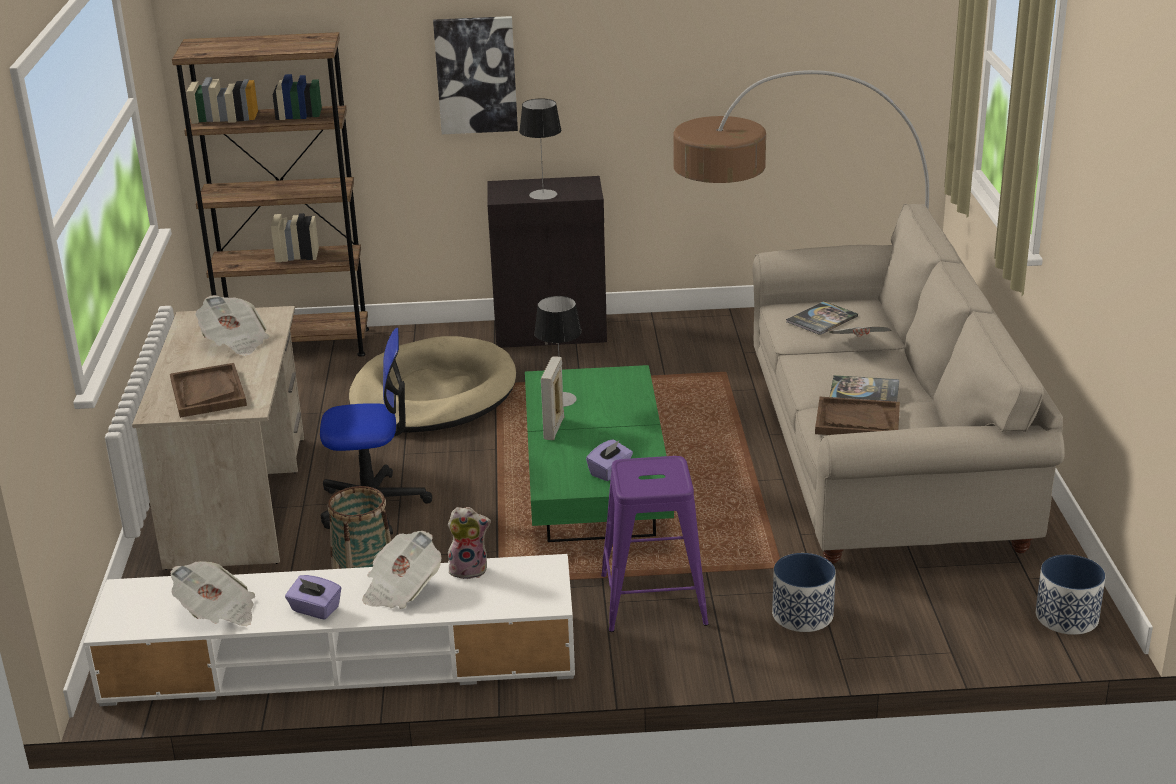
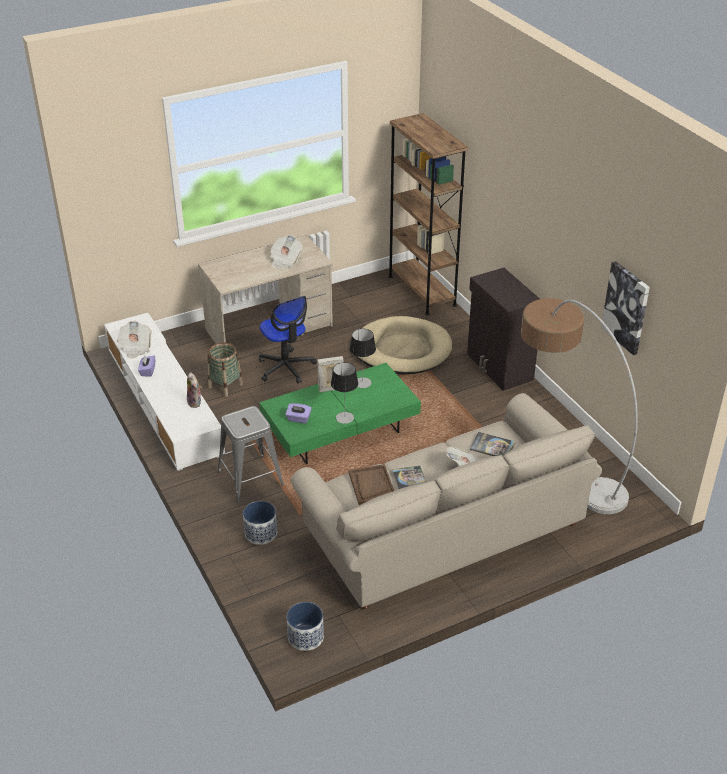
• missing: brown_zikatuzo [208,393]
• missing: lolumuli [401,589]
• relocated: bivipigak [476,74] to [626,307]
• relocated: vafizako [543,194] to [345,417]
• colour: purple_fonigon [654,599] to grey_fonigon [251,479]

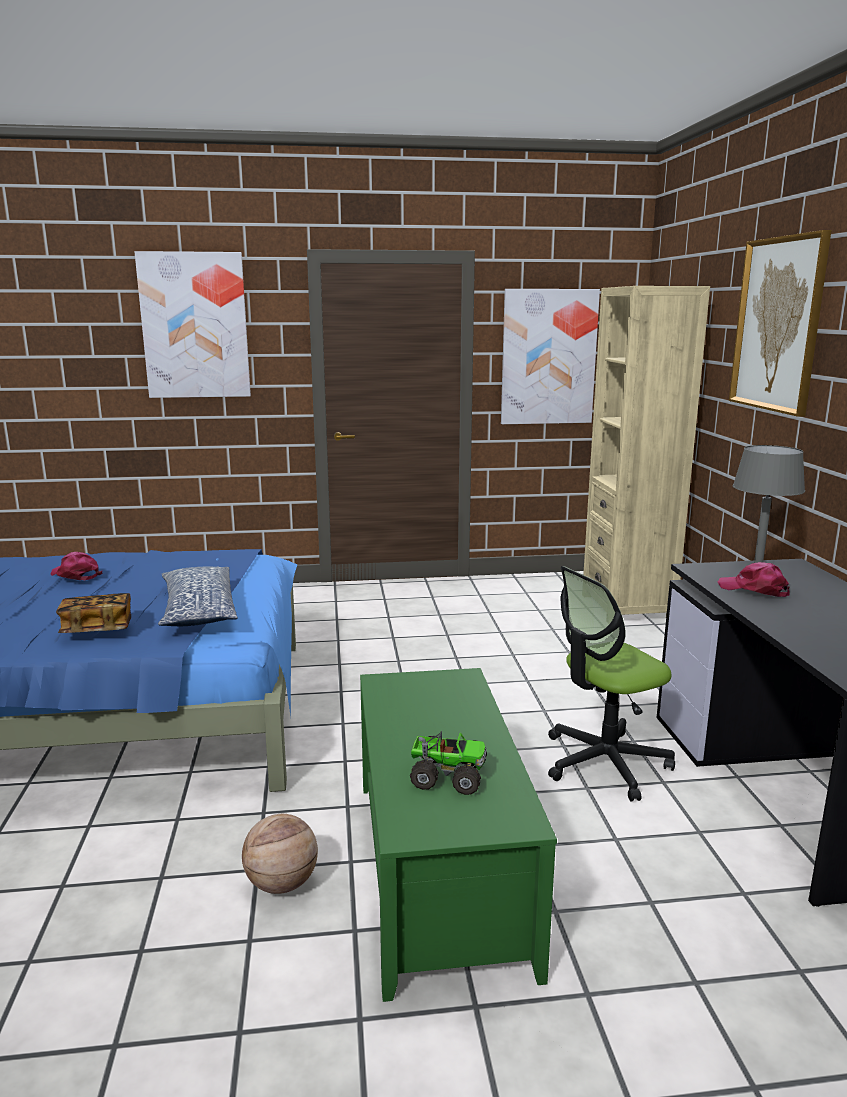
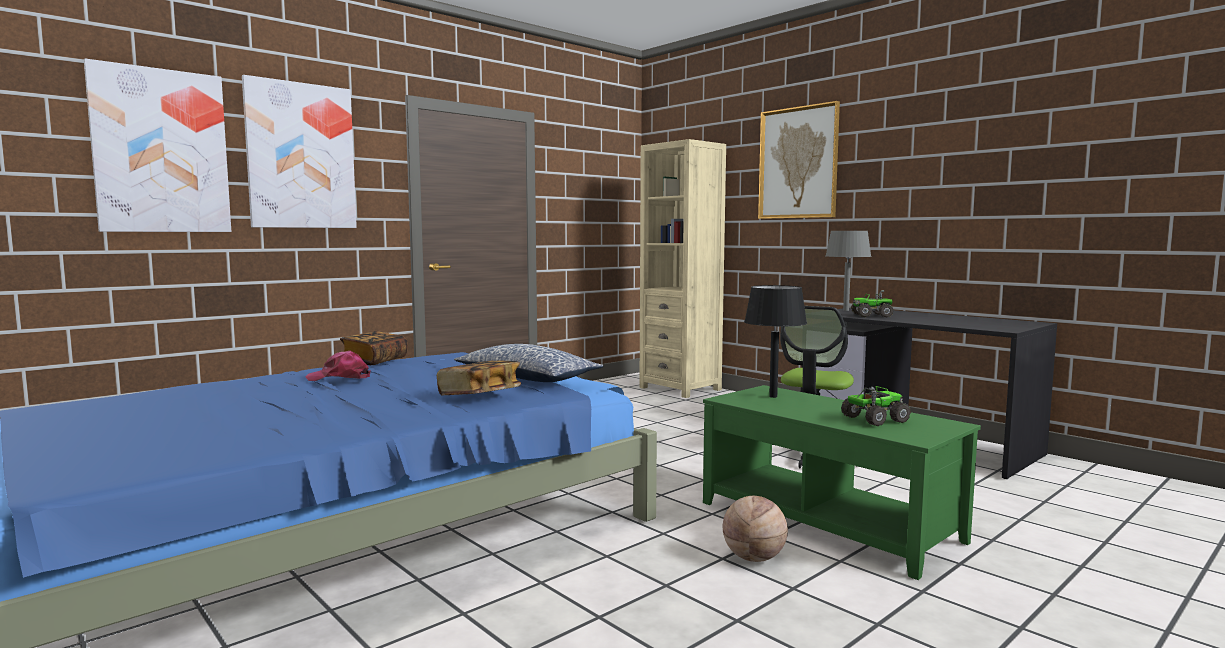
• relocated: bivipigak [548,357] to [161,151]
• exchanged: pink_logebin [754,589] to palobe [872,315]
• appeared: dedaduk [374,360]
• appeared: black_vafizako [773,396]

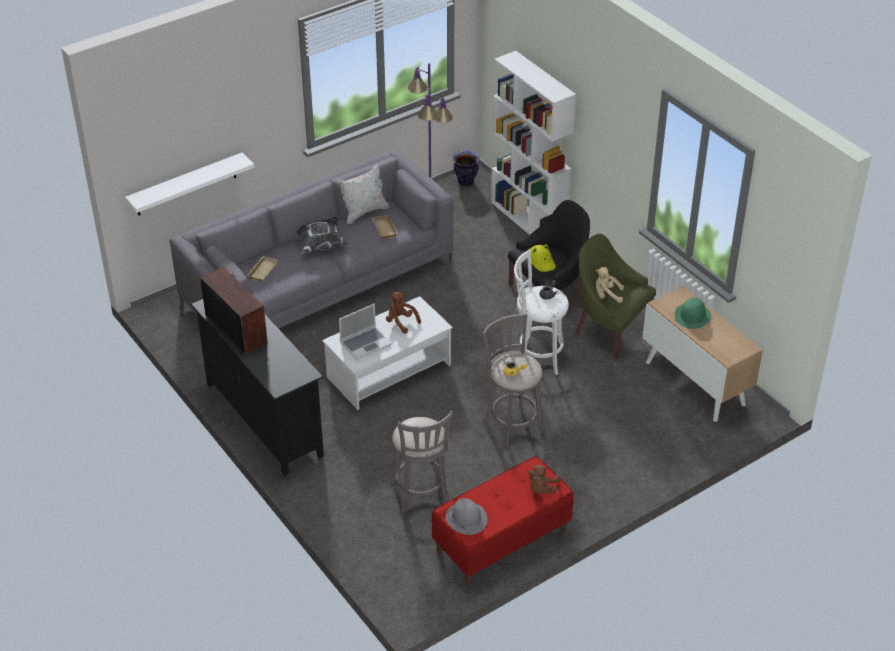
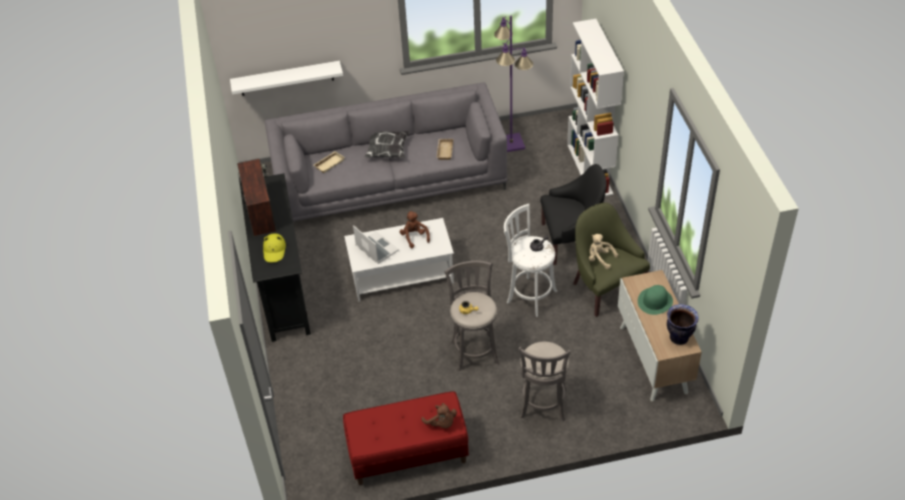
• missing: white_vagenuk [364,212]
• spun: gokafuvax [365,343] = [376,248] 120 degrees counterclockwise
• relocated: grey_fonigon [421,494] to [543,406]
• missing: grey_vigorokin [466,518]
• relocated: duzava [466,182] to [679,338]
• spun: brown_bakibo [541,489] = [441,423] 90 degrees counterclockwise
• relocated: yellow_vigorokin [542,261] to [274,250]

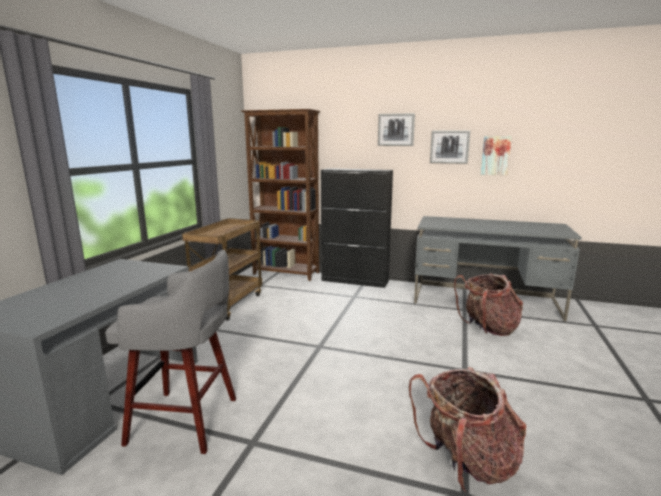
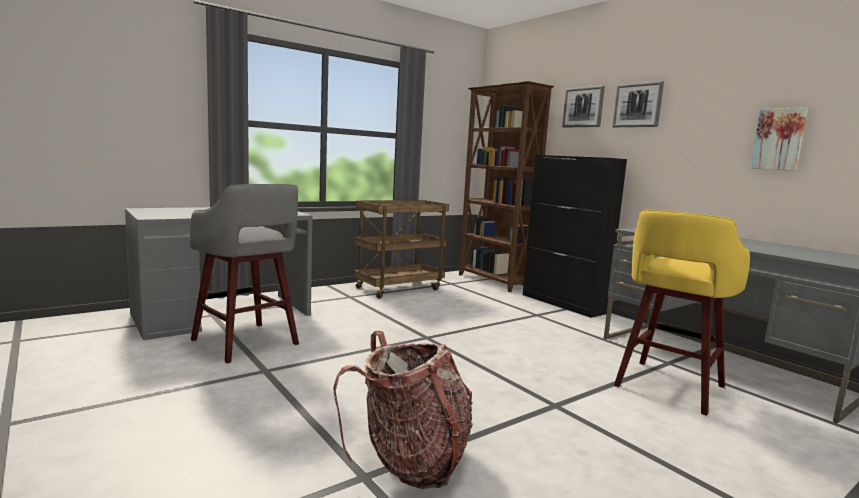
• relocated: bivipigak [449,147] to [583,107]
• exchanged: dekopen [487,328] to yellow_fonigon [668,387]

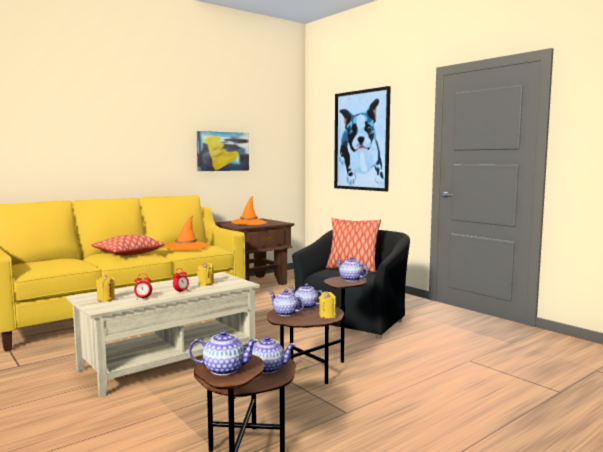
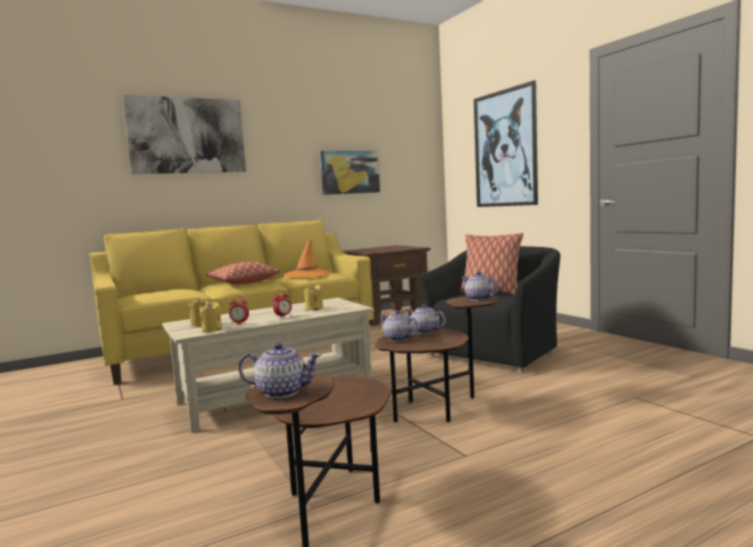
• missing: orange_vigorokin [249,223]
• missing: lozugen [267,368]
• relocated: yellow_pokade [327,316] to [212,329]
• appeared: bivipigak [187,135]

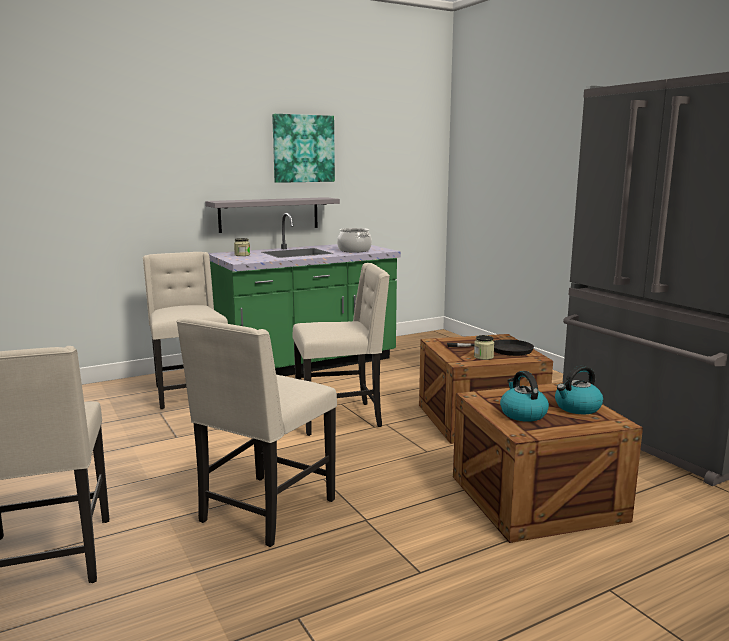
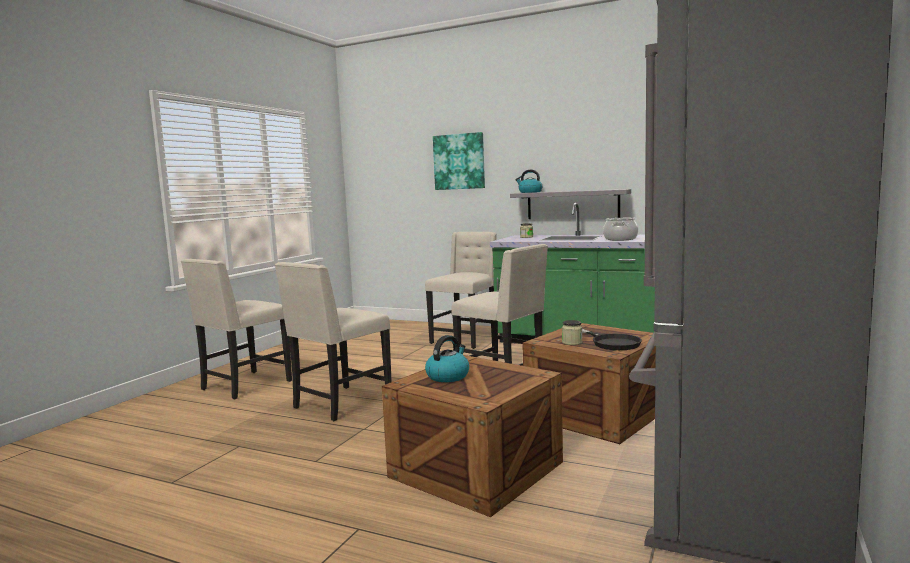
• spun: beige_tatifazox [265,511] = [340,404] 45 degrees counterclockwise
• relocated: bivipigak [303,148] to [459,161]
• relocated: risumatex [577,408] to [529,192]

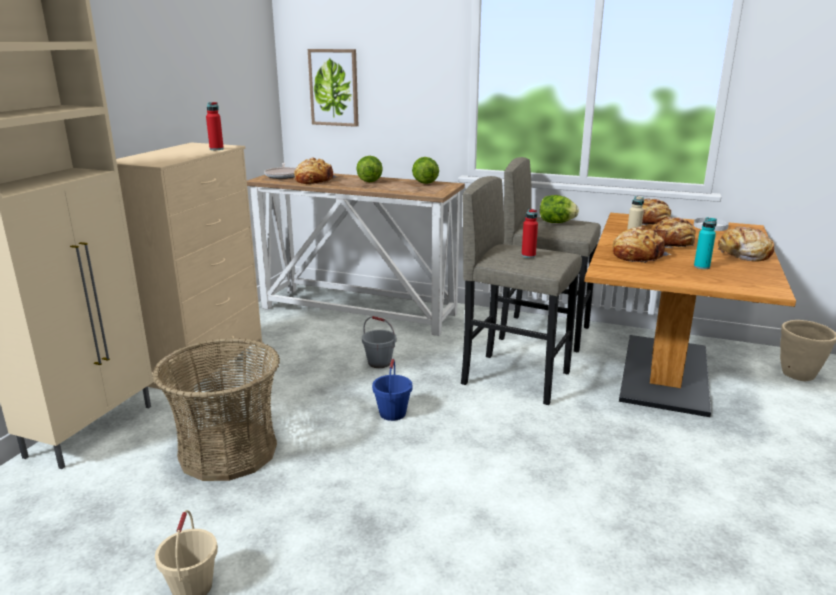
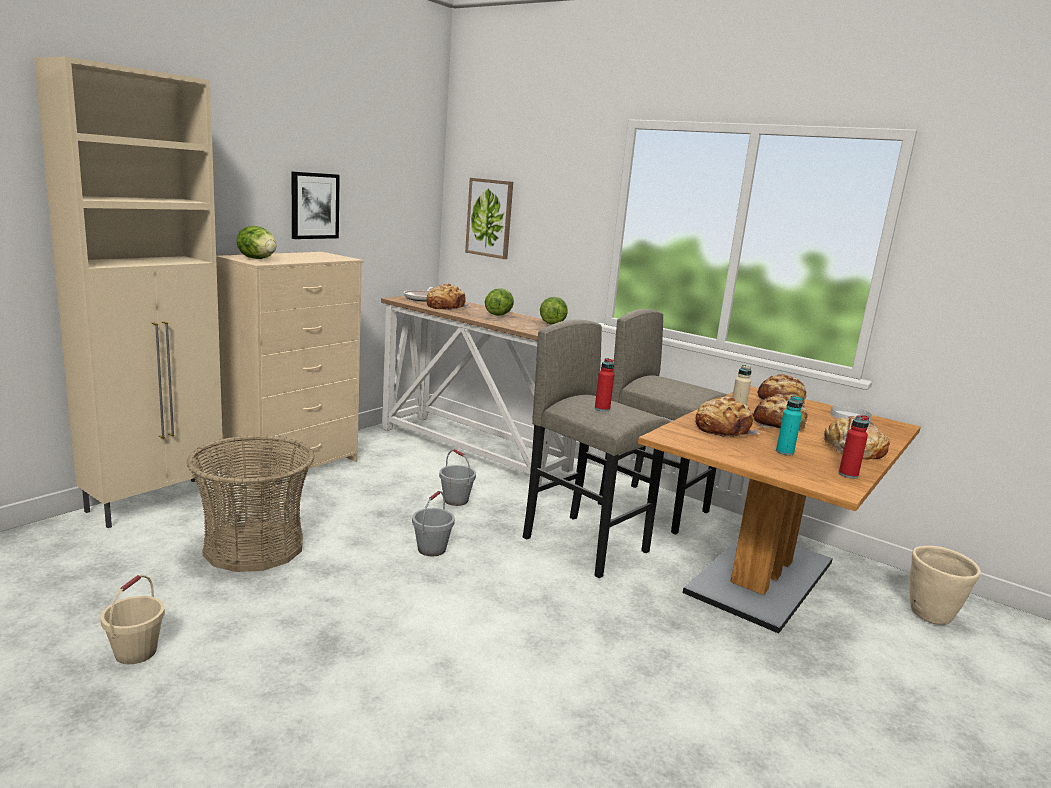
• relocated: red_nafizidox [216,149] to [848,475]
• colour: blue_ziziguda [392,413] to grey_ziziguda [431,549]
• relocated: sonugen [556,222] to [257,259]
• appeared: bivipigak [314,205]

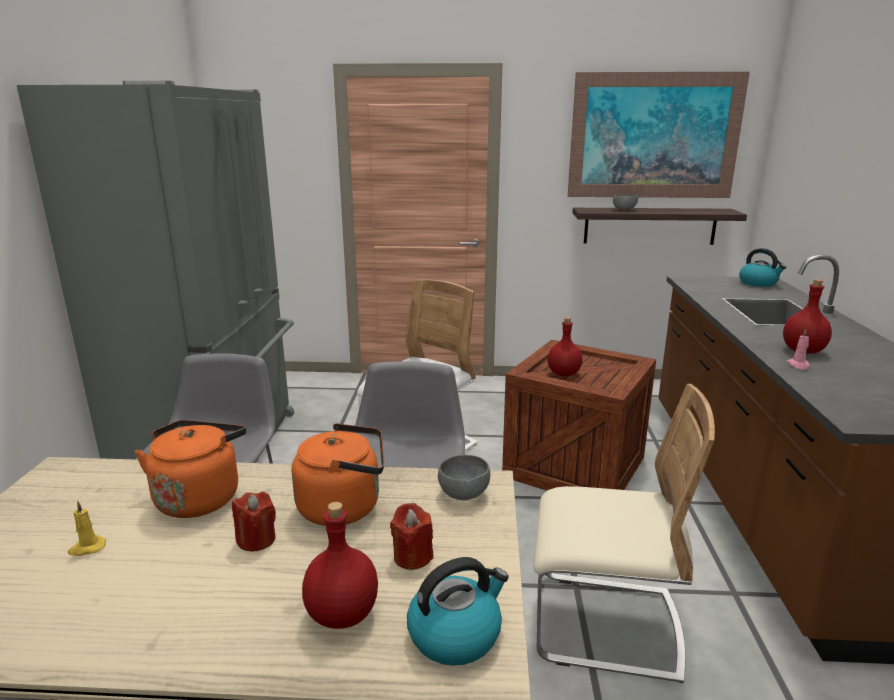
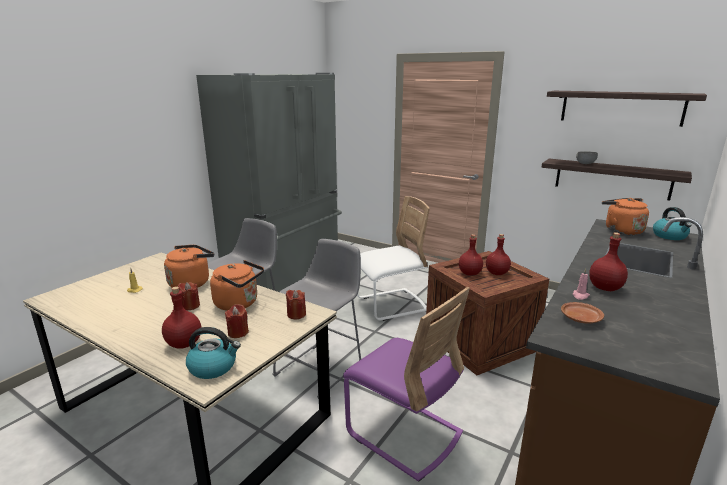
• exchanged: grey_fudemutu [463,494] to red_pokade [296,314]
• colour: beige_tatifazox [605,625] to purple_tatifazox [404,433]
• exchanged: bivipigak [654,136] to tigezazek [621,107]
• appeared: red_nafizidox [497,273]
• appeared: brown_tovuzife [580,318]
• appeared: orange_risumatex [621,230]

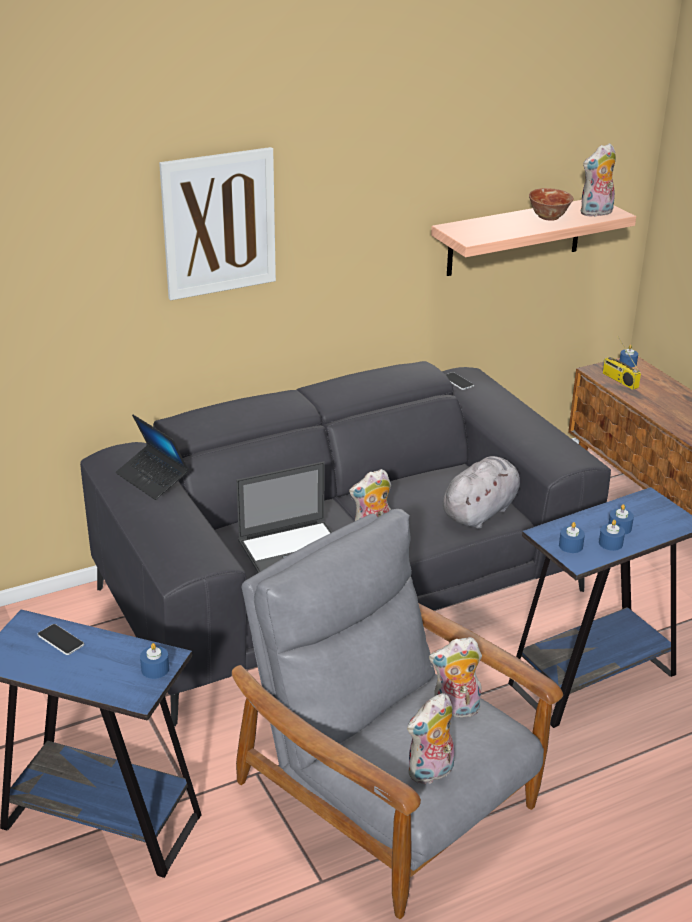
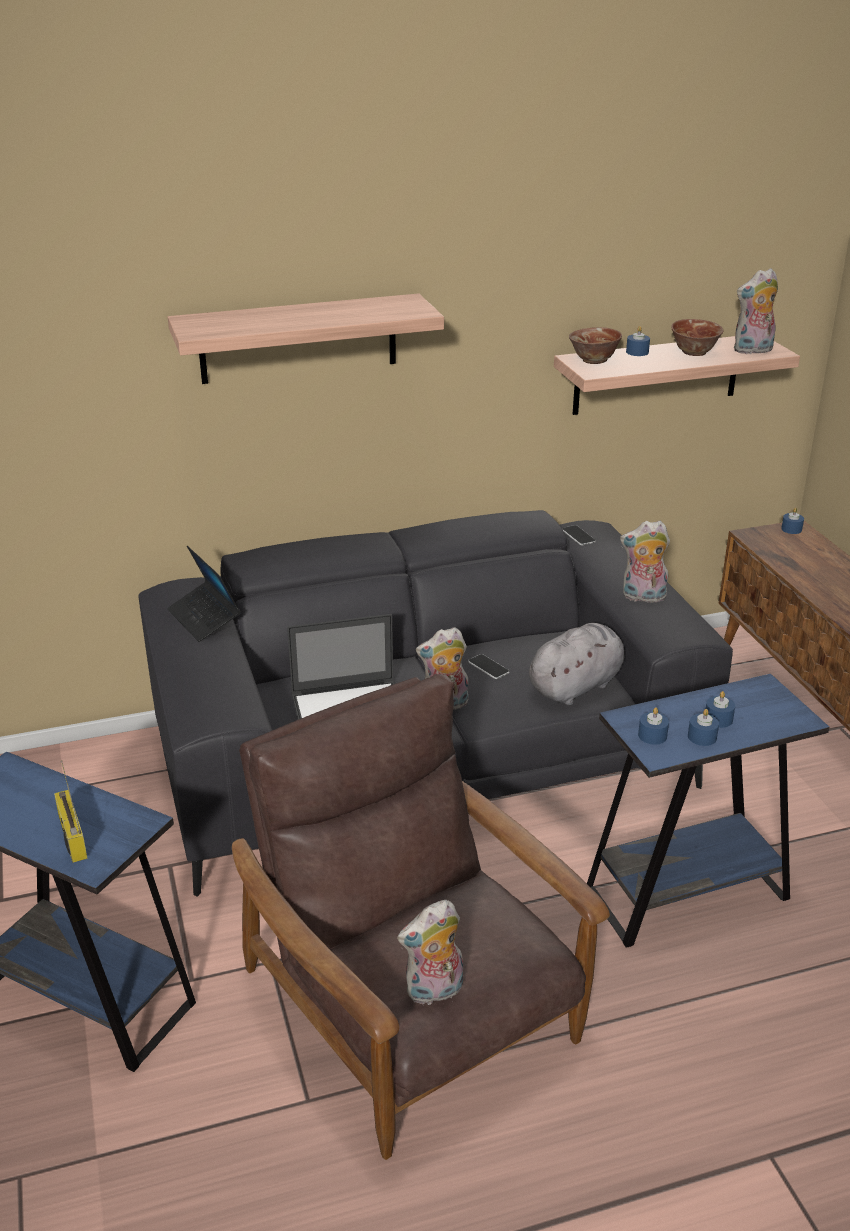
• relocated: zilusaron [60,640] to [488,667]
• relocated: blue_pokade [155,669] to [637,352]
• exchanged: bivipigak [219,223] to tigezazek [298,339]
• colour: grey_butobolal [389,797] to brown_butobolal [412,1008]
• relocated: bakibo [455,711] to [642,597]
• relocated: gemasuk [619,380] to [71,836]
• appeared: fudemutu [593,360]

